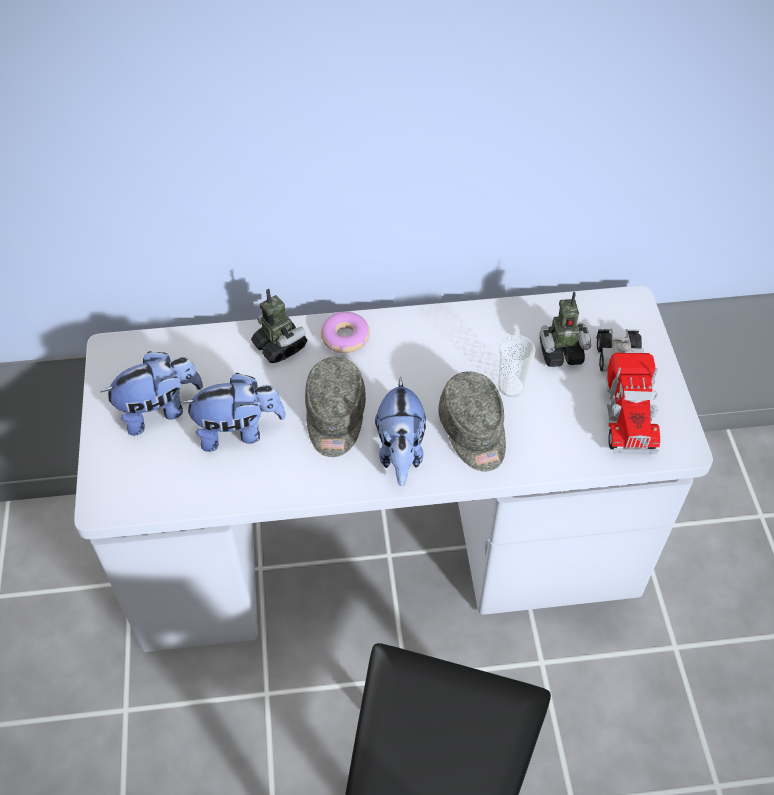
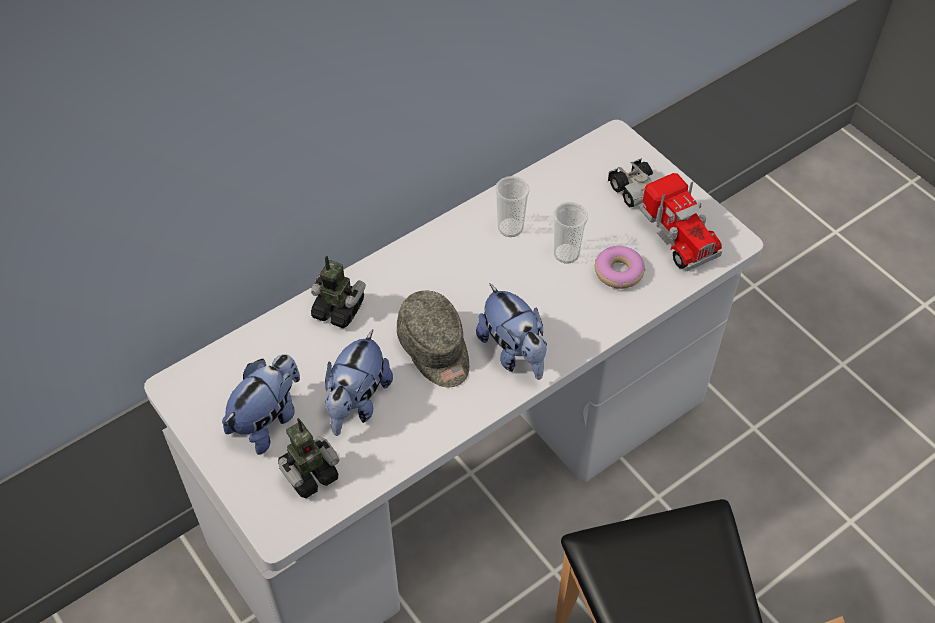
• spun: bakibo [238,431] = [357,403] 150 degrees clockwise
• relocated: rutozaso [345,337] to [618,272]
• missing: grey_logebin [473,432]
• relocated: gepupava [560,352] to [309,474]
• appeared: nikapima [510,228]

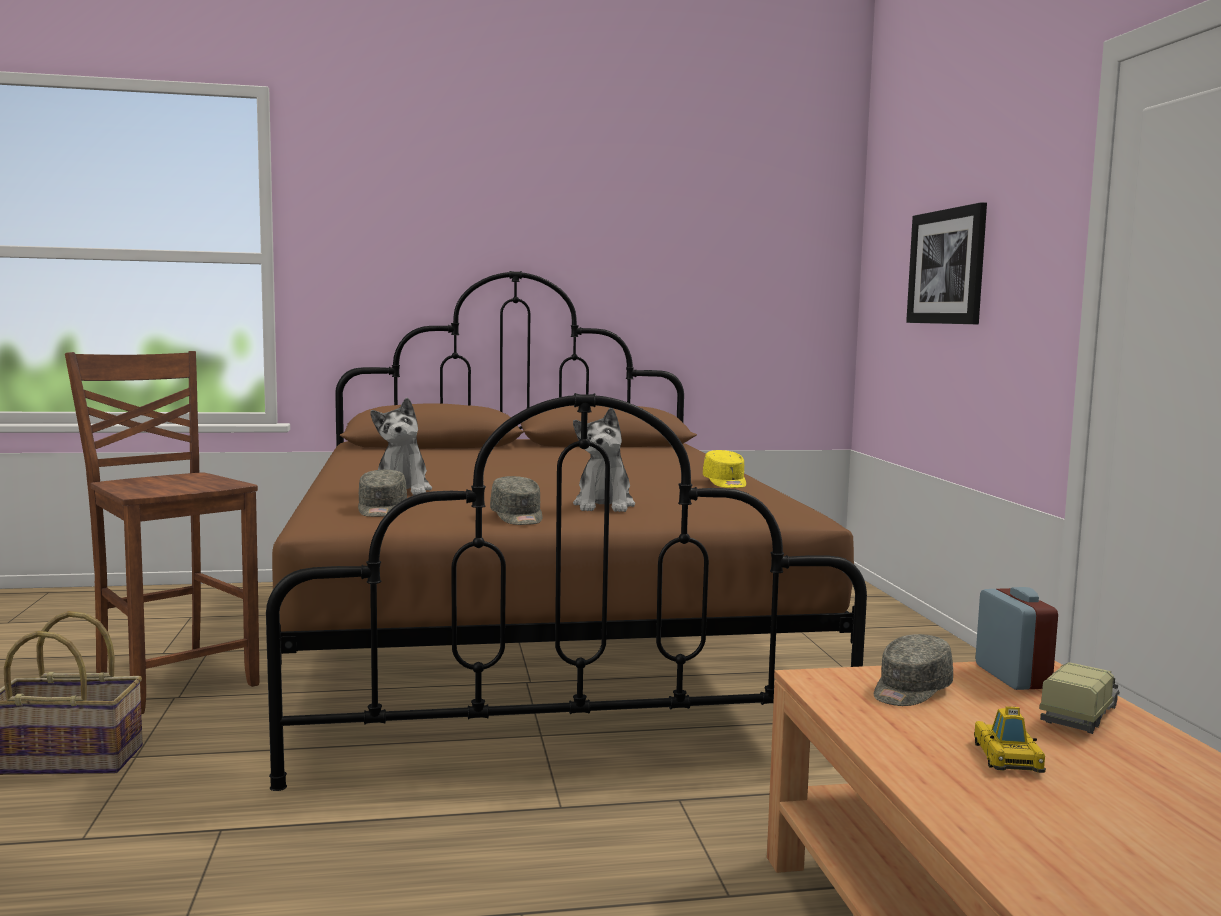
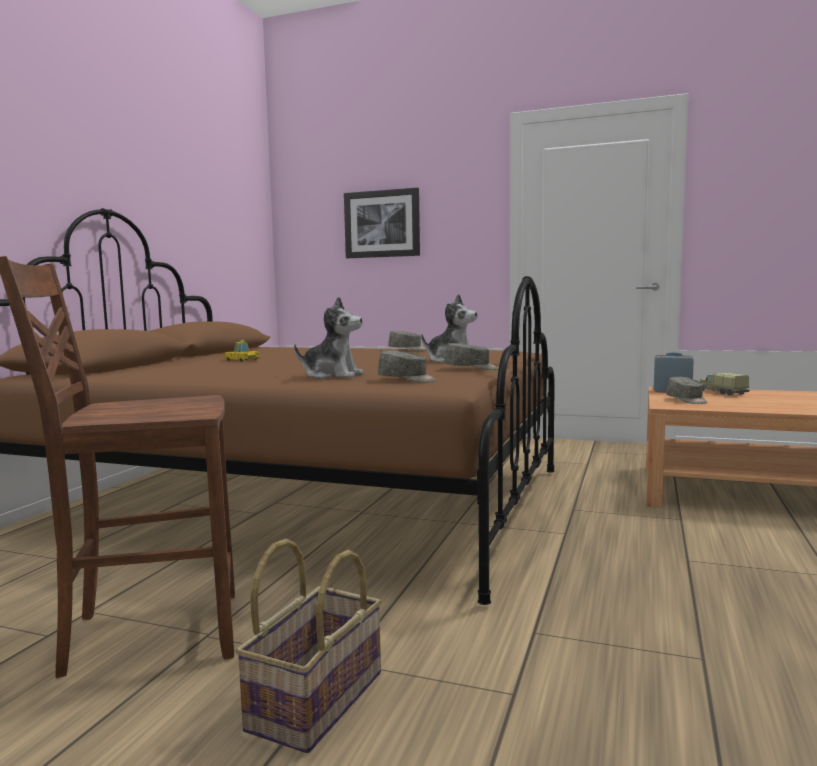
• colour: yellow_logebin [725,483] to grey_logebin [408,350]
• relocated: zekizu [1007,757] to [242,360]

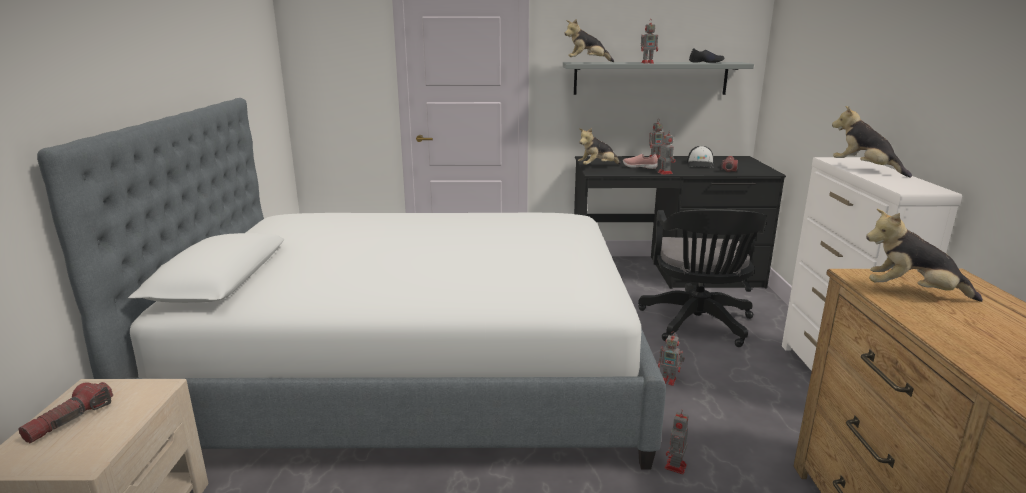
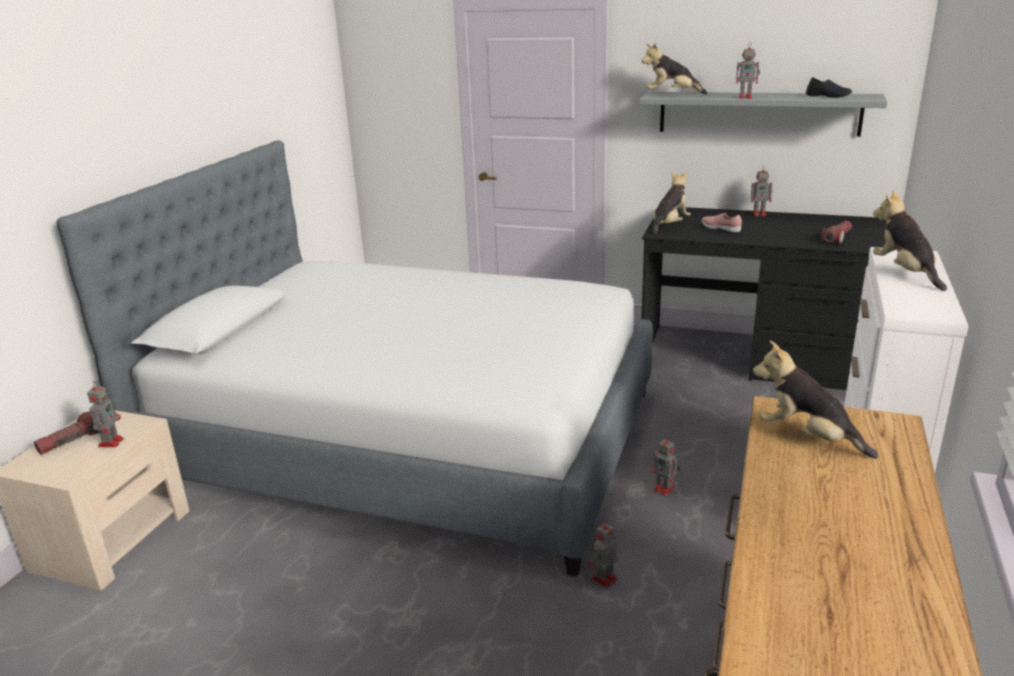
• spun: bakibo [597,167] = [669,225] 135 degrees clockwise
• missing: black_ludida [697,325]
• relocated: gepupava [664,172] to [111,442]
• missing: logebin [700,164]

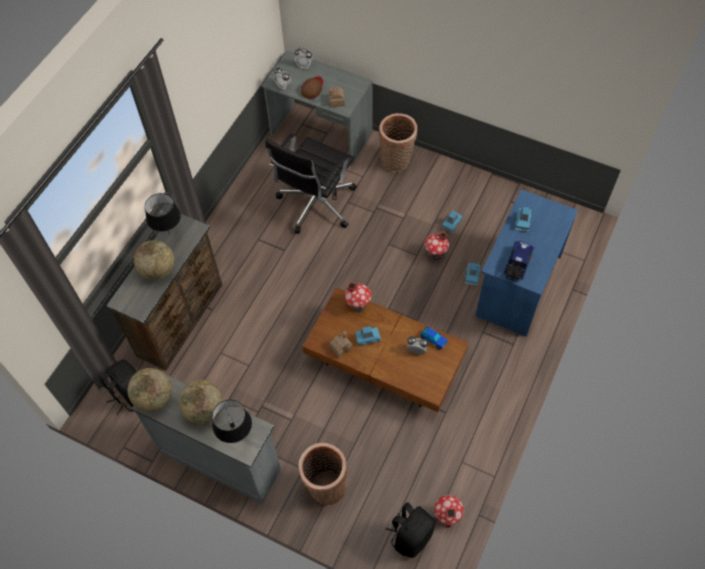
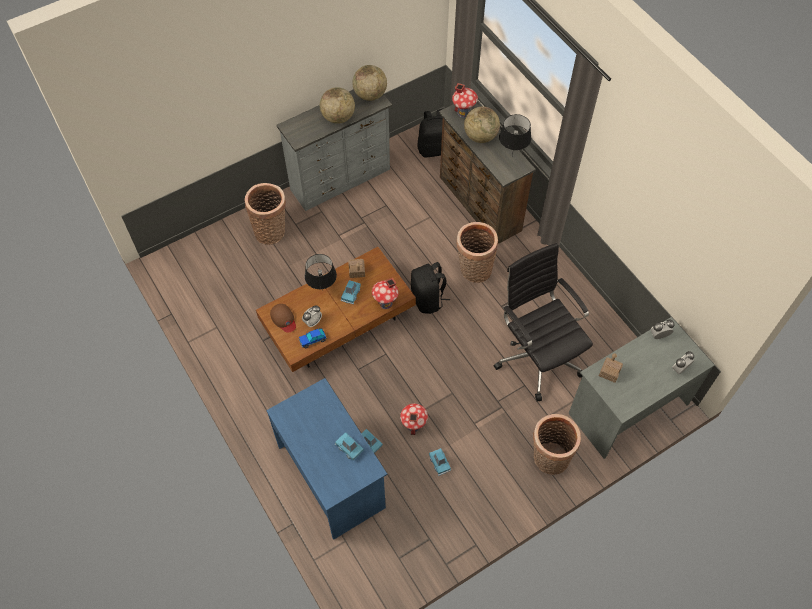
• relocated: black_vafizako [236,437] to [322,290]
• relocated: brown_logebin [312,88] to [283,319]
• relocated: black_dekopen [411,536] to [428,299]
• relocated: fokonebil [446,516] to [463,112]
• missing: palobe [517,265]
• appeared: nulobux [473,270]

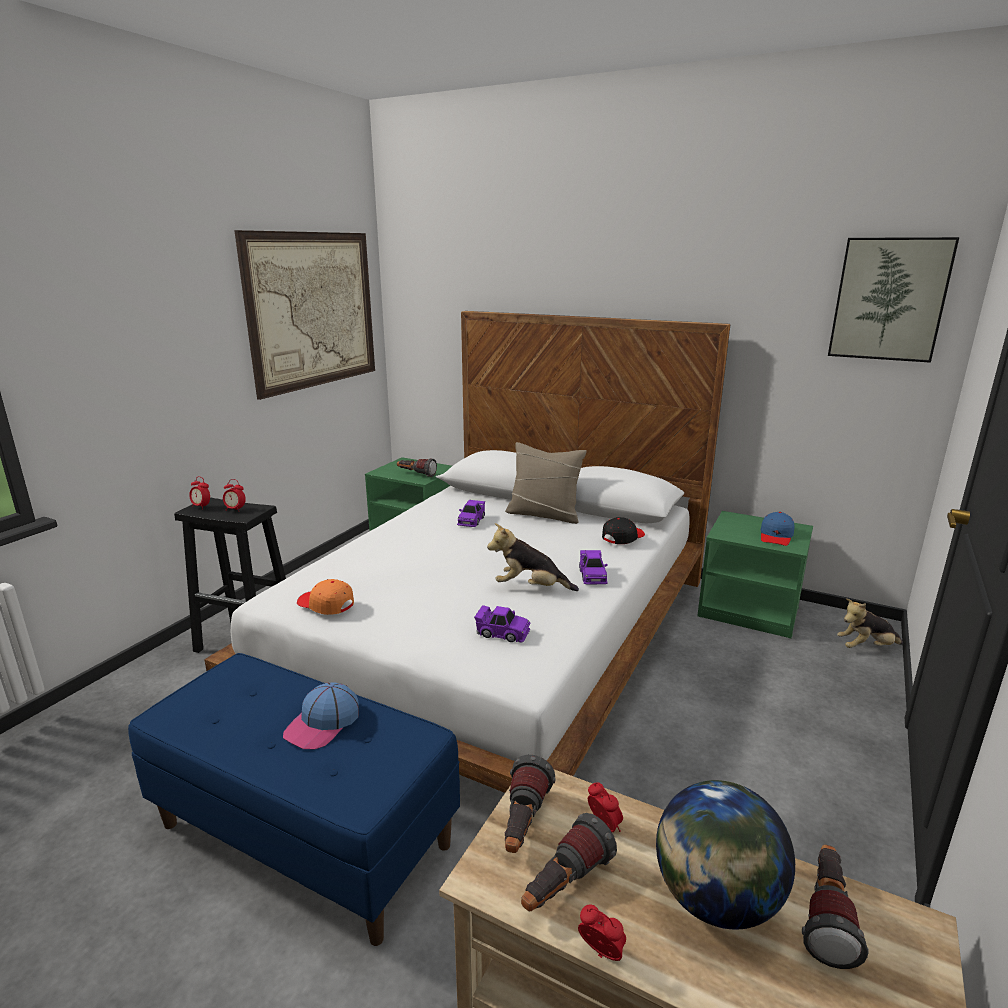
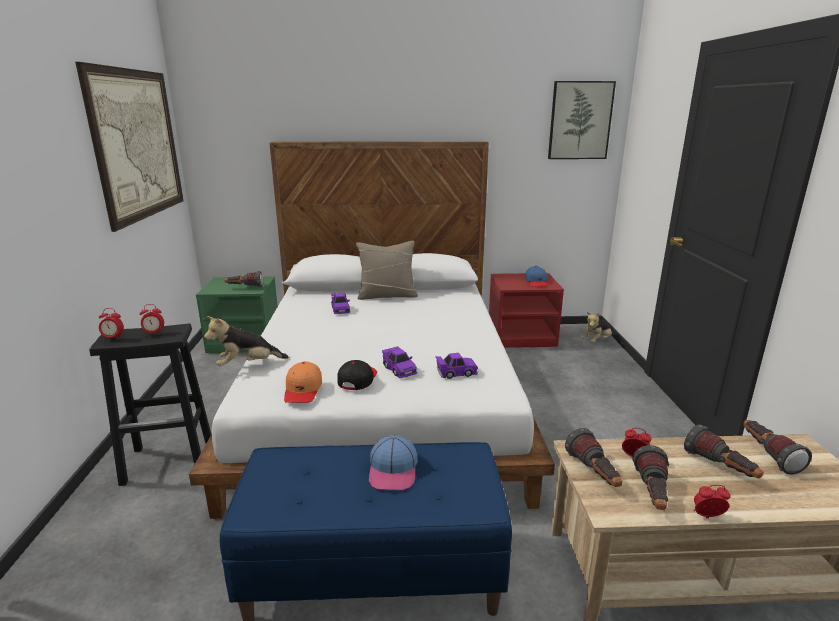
• spun: orange_logebin [326,604] = [303,390] 90 degrees counterclockwise
• relocated: bakibo [530,588] to [247,364]
• relocated: purple_zekizu [592,575] to [399,369]
• relocated: black_logebin [622,537] to [357,380]
• exchanged: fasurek [715,899] to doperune [720,468]
• colour: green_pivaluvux [750,610] to red_pivaluvux [521,336]

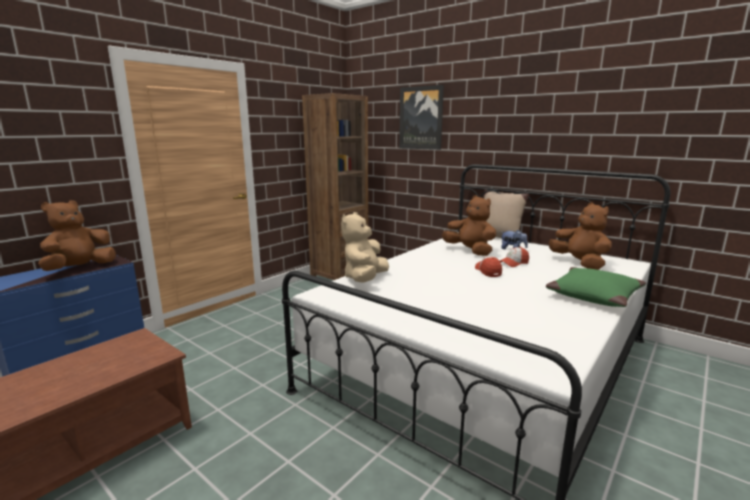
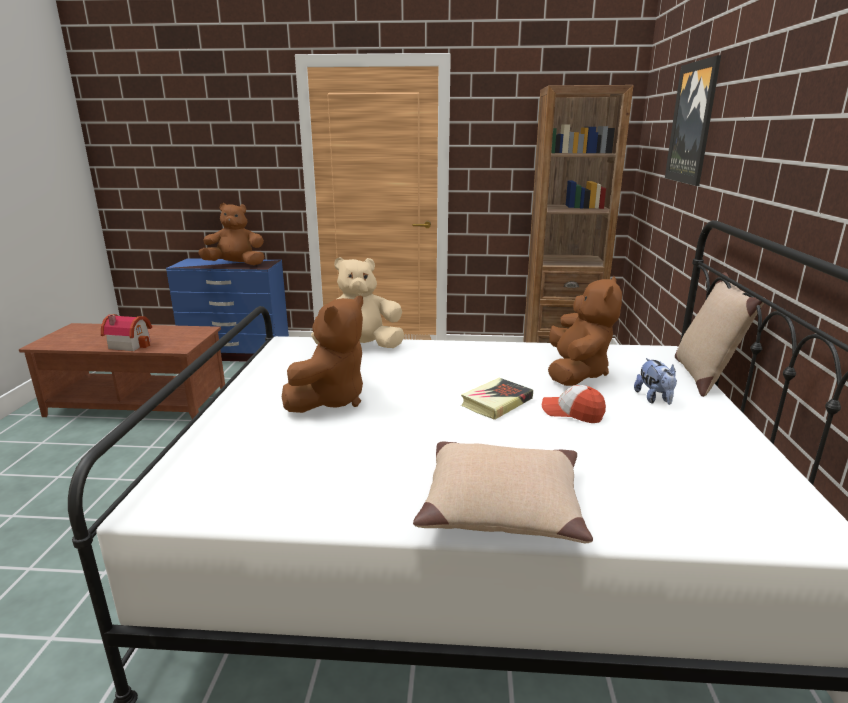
• exchanged: logebin [488,271] to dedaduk [496,402]
• colour: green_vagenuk [593,295] to beige_vagenuk [502,505]
• relocated: brown_bakibo [579,263] to [330,399]
• appeared: fokonebil [130,344]

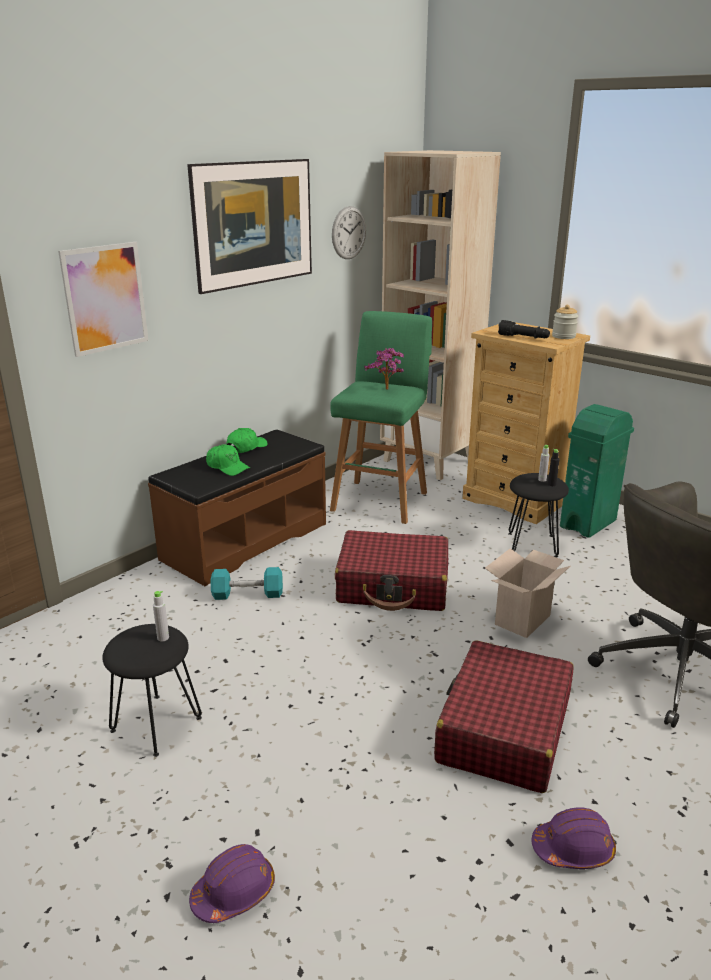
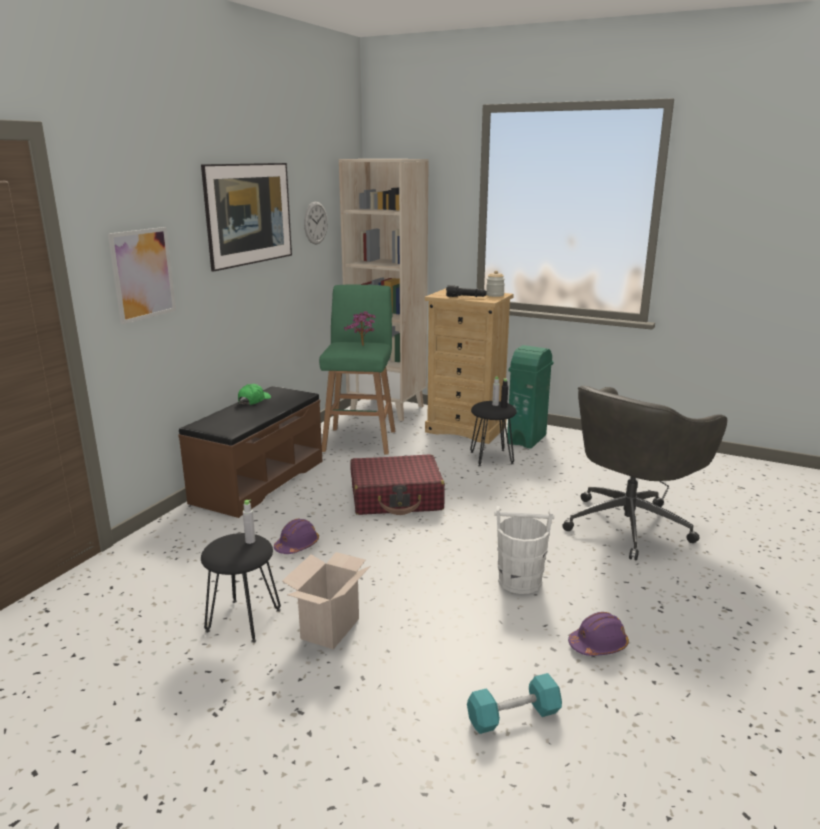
• relocated: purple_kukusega [234,892] to [297,545]
• missing: green_logebin [227,467]
• relocated: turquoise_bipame [247,594] to [513,716]
• exchanged: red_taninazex [503,731] to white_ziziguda [520,581]
• relocated: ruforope [522,618] to [329,627]

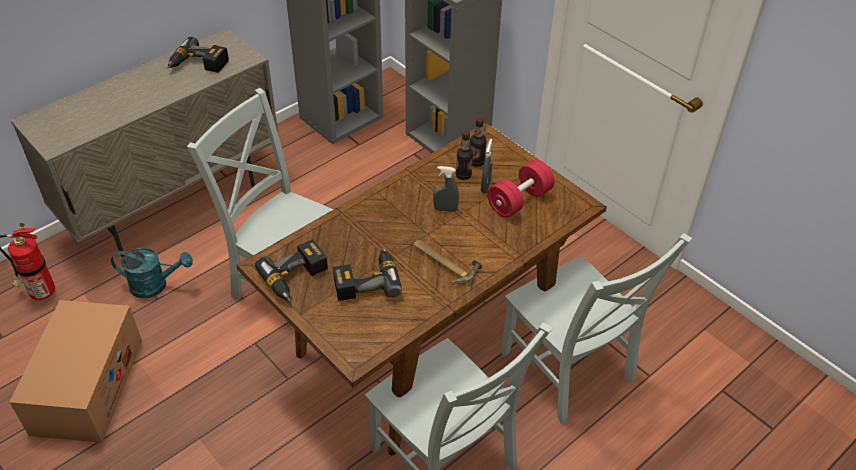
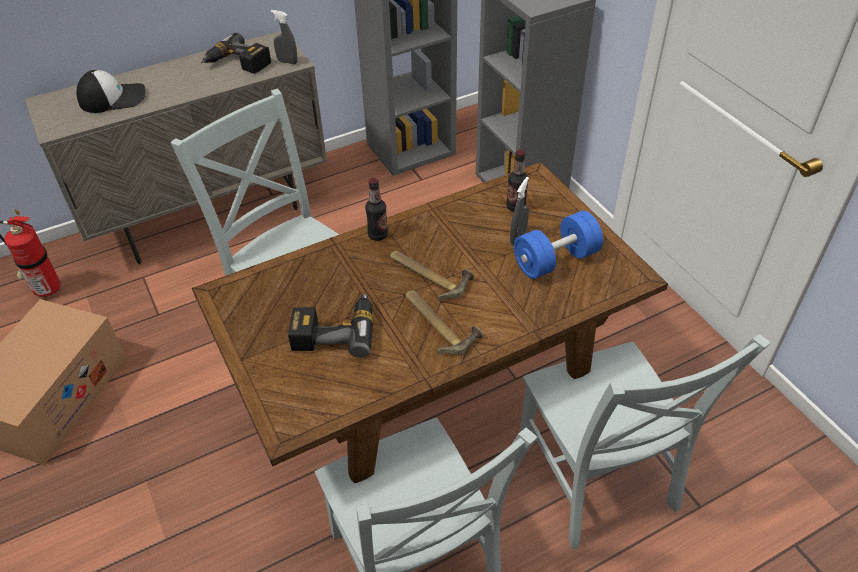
• missing: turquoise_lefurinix [155,285]
• missing: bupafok [297,278]
• relocated: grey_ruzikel [445,209] to [287,62]
• relocated: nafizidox [463,175] to [378,235]
• colour: red_bipame [519,200] to blue_bipame [556,260]
• appeared: logebin [113,98]
• appeared: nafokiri [429,275]

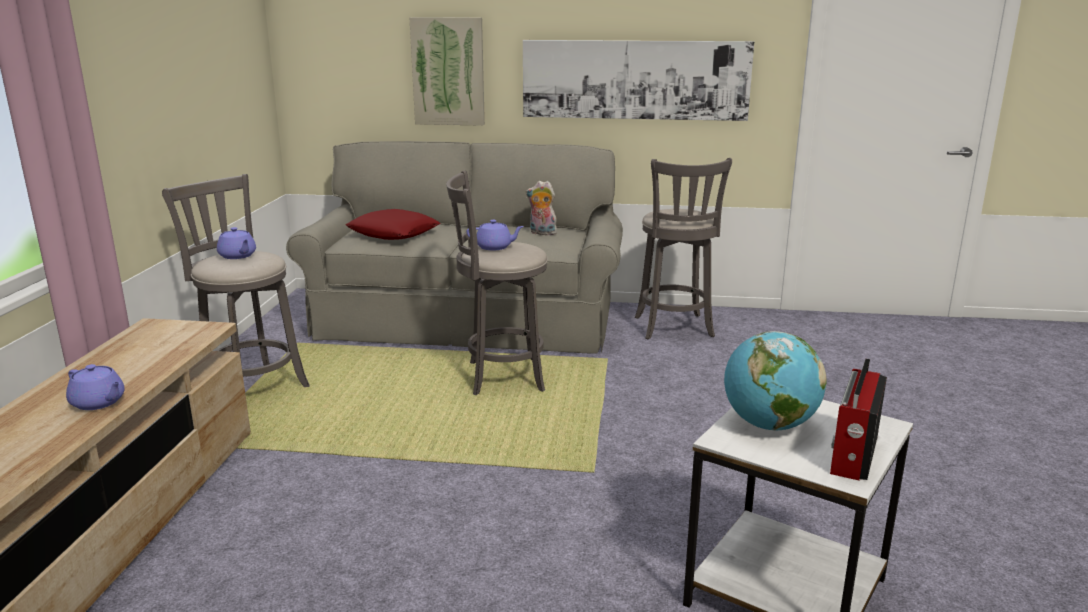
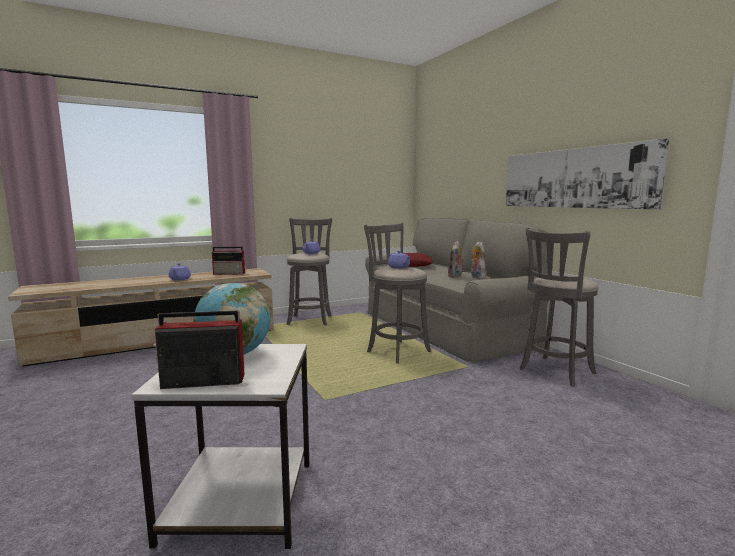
• missing: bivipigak [448,71]
• appeared: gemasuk [230,273]
• appeared: bakibo [455,276]

